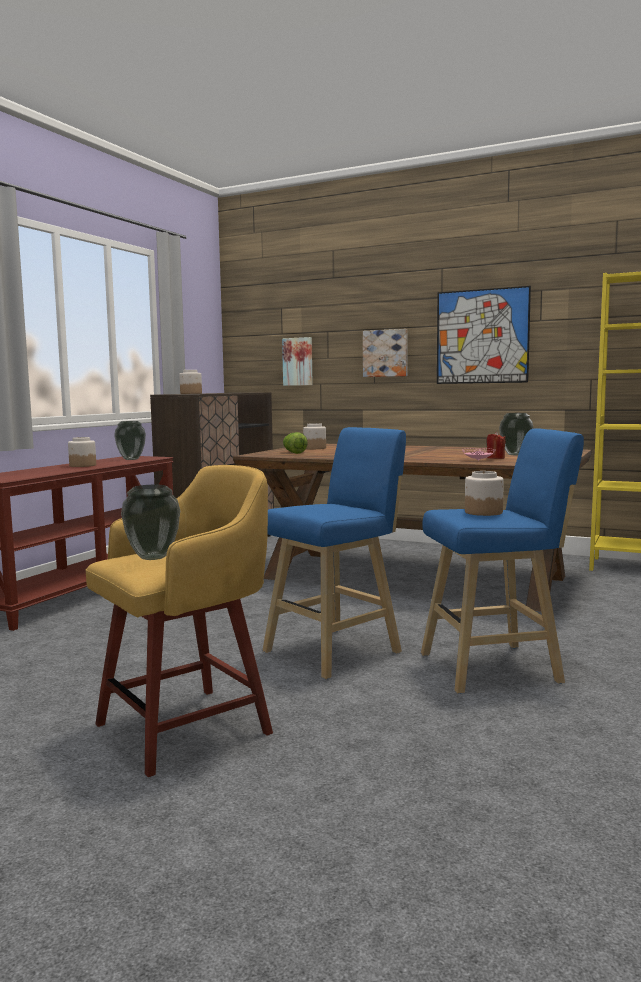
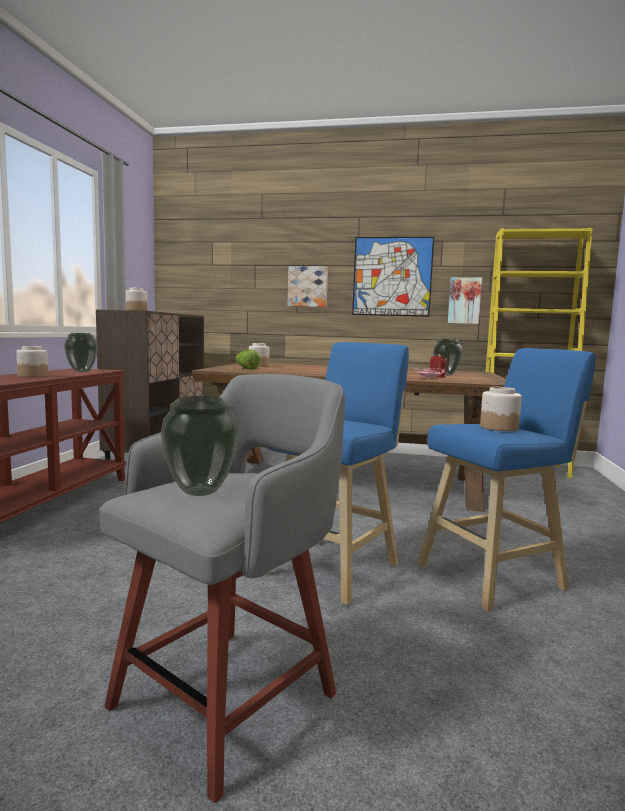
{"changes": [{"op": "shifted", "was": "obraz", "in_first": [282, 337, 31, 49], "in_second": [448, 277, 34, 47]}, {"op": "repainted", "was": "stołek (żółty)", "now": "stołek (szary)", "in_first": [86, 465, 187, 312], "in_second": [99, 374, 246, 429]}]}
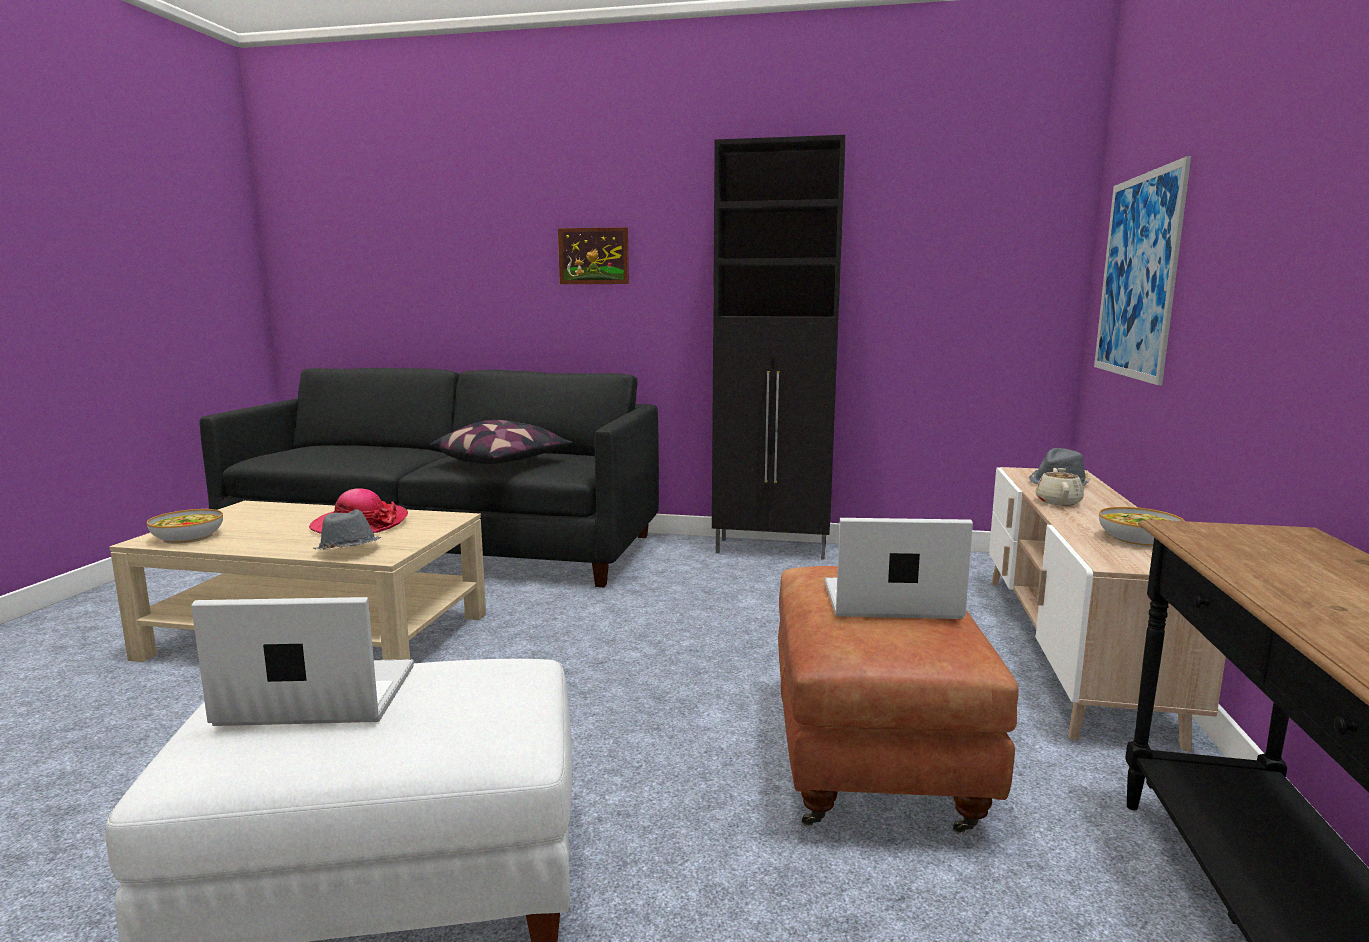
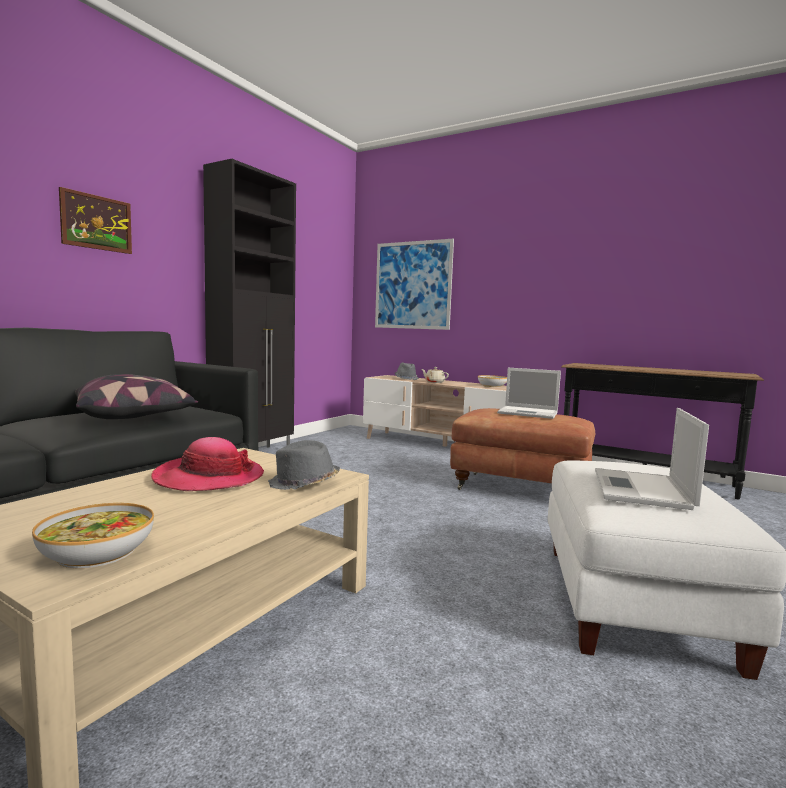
{"changes": [{"op": "rotated", "was": "laptop", "in_first": [825, 518, 148, 101], "in_second": [497, 368, 64, 51], "clockwise": -90}]}
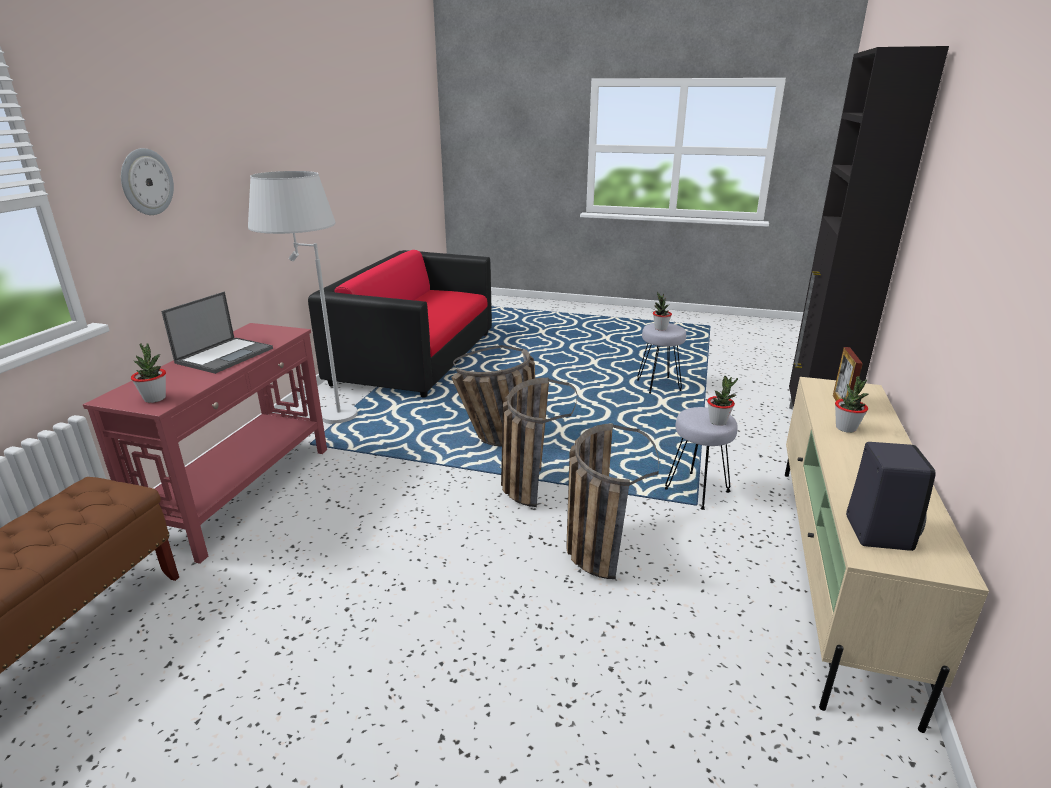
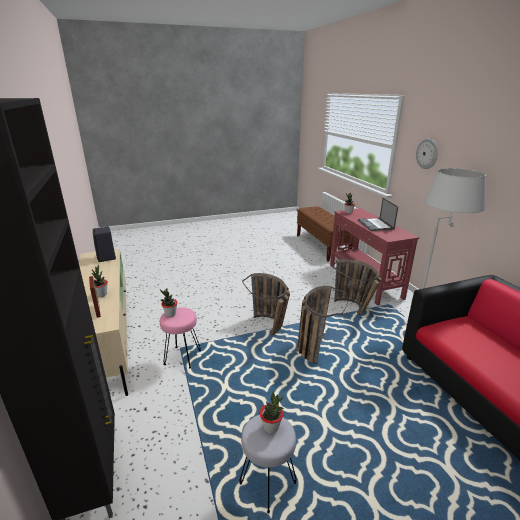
{"changes": [{"op": "shifted", "was": "koszyk", "in_first": [566, 423, 93, 156], "in_second": [332, 259, 49, 56]}, {"op": "repainted", "was": "stołek (szary)", "now": "stołek (różowy)", "in_first": [665, 407, 73, 103], "in_second": [160, 307, 41, 61]}]}
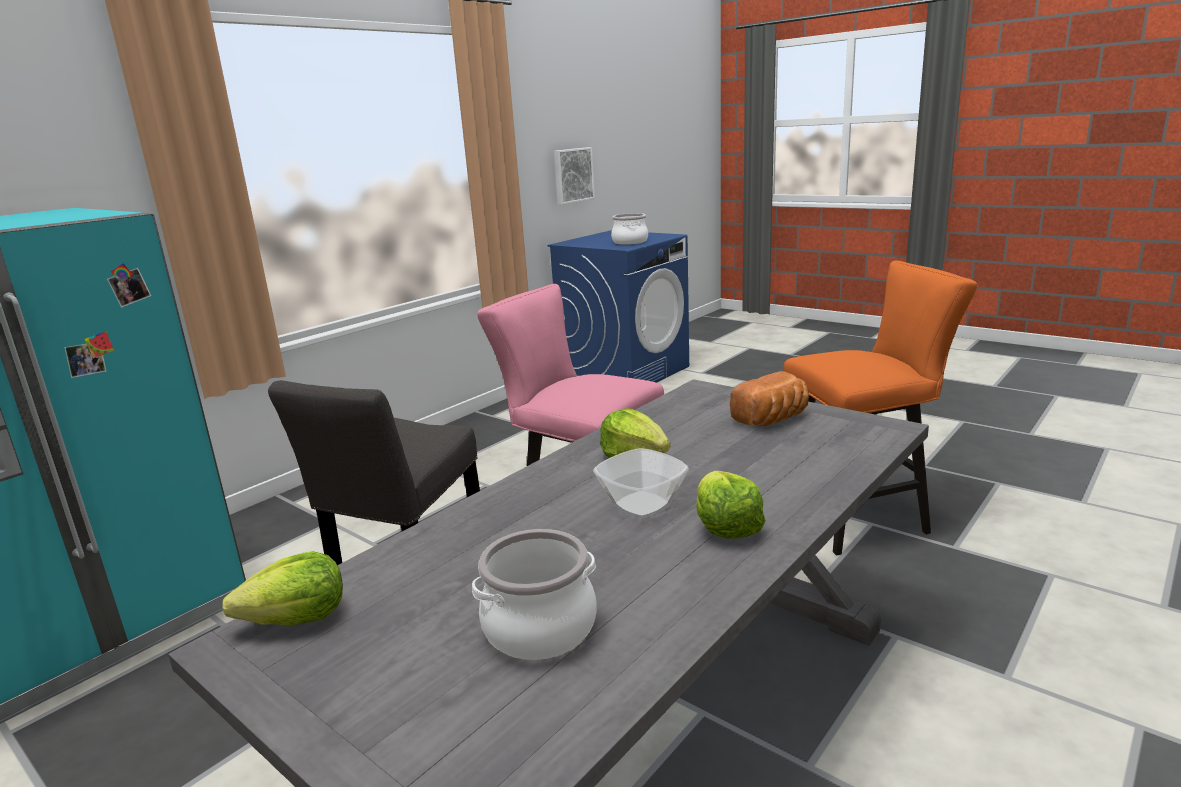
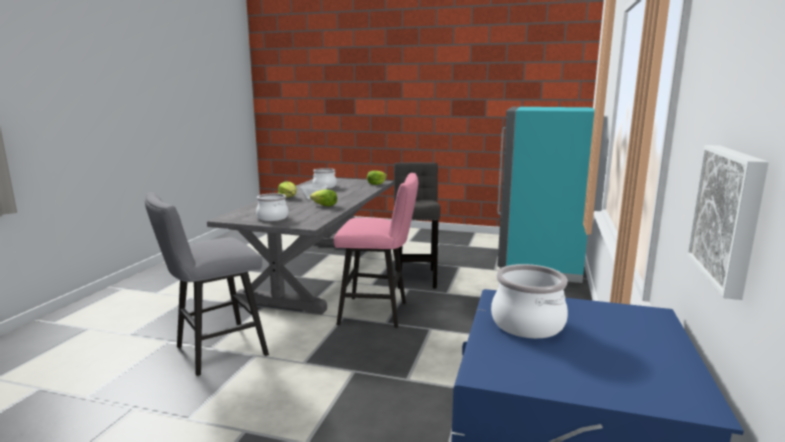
{"changes": [{"op": "swapped", "was": "chleb", "now": "garnek", "in_first": [730, 371, 79, 55], "in_second": [256, 193, 32, 28]}, {"op": "repainted", "was": "stołek (pomarańczowy)", "now": "stołek (szary)", "in_first": [783, 261, 195, 295], "in_second": [145, 192, 124, 184]}]}
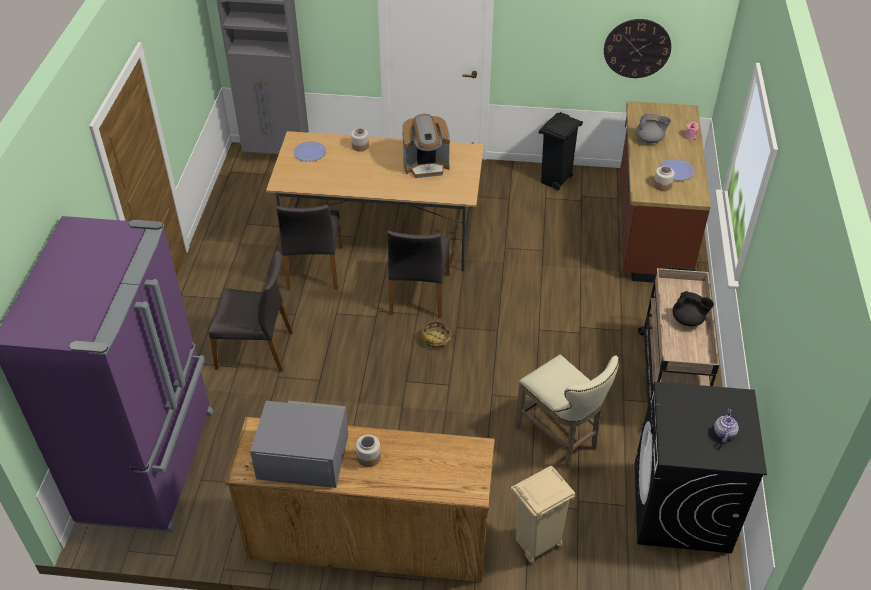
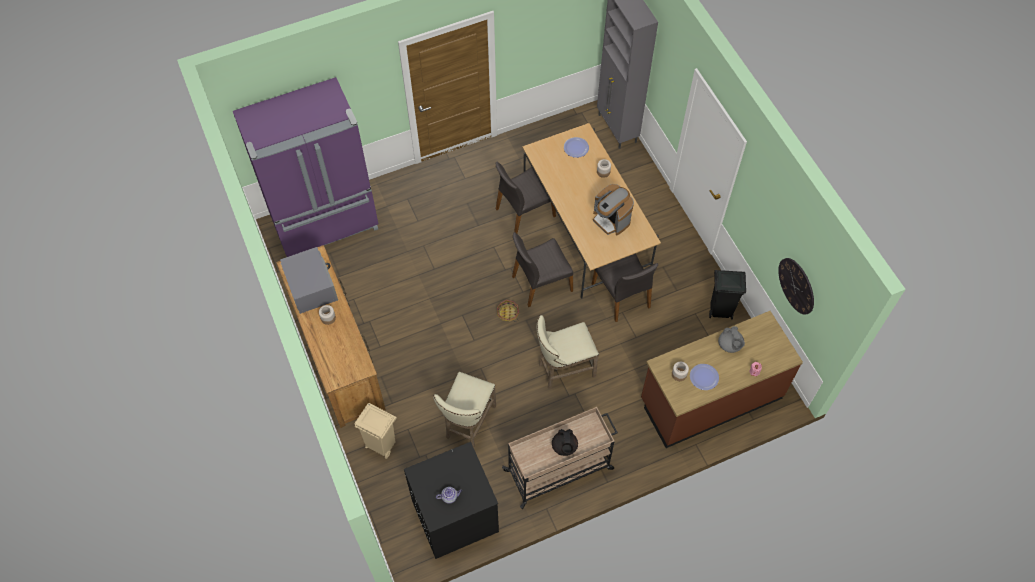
{"changes": [{"op": "new", "now": "stołek (beżowy)", "in_second": [537, 315, 62, 75]}, {"op": "shifted", "was": "krzesło (szary)", "in_first": [209, 251, 84, 121], "in_second": [591, 253, 67, 69]}]}
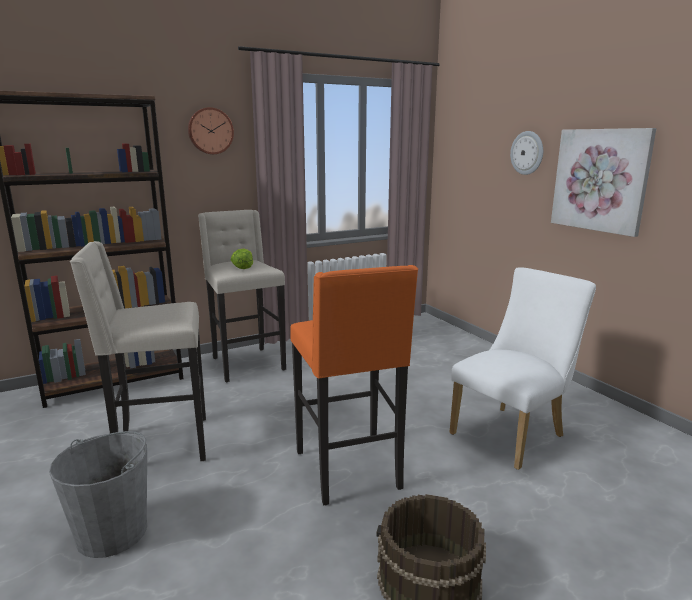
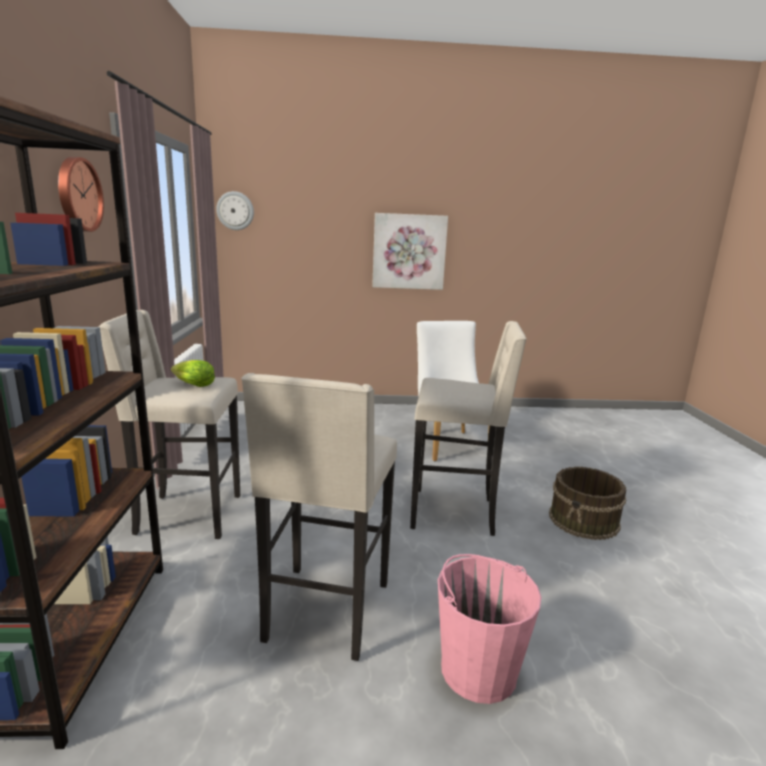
{"changes": [{"op": "shifted", "was": "zegar ścienny", "in_first": [510, 131, 33, 44], "in_second": [216, 191, 38, 39]}, {"op": "repainted", "was": "wiadro (szary)", "now": "wiadro (różowy)", "in_first": [49, 431, 98, 127], "in_second": [438, 554, 104, 150]}, {"op": "repainted", "was": "stołek (pomarańczowy)", "now": "stołek (beżowy)", "in_first": [290, 265, 128, 241], "in_second": [410, 321, 117, 215]}]}
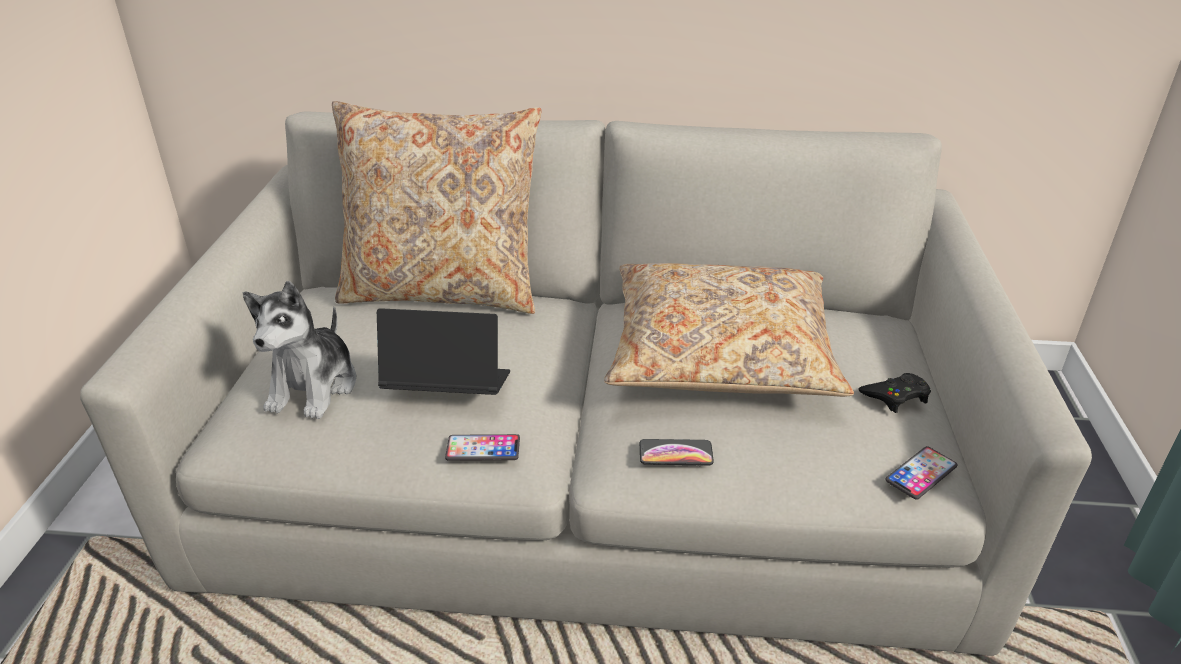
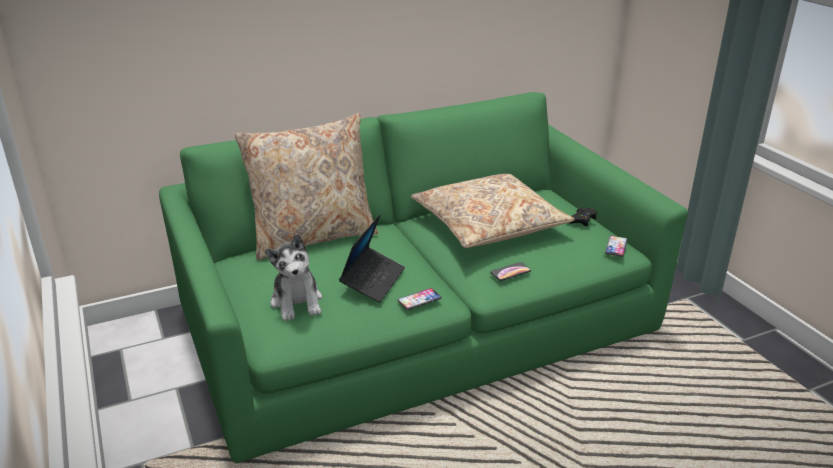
{"changes": [{"op": "repainted", "was": "kanapa (szary)", "now": "kanapa (zielony)", "in_first": [80, 112, 1012, 544], "in_second": [159, 92, 529, 371]}, {"op": "rotated", "was": "laptop", "in_first": [377, 308, 133, 87], "in_second": [339, 214, 66, 89], "clockwise": 135}]}
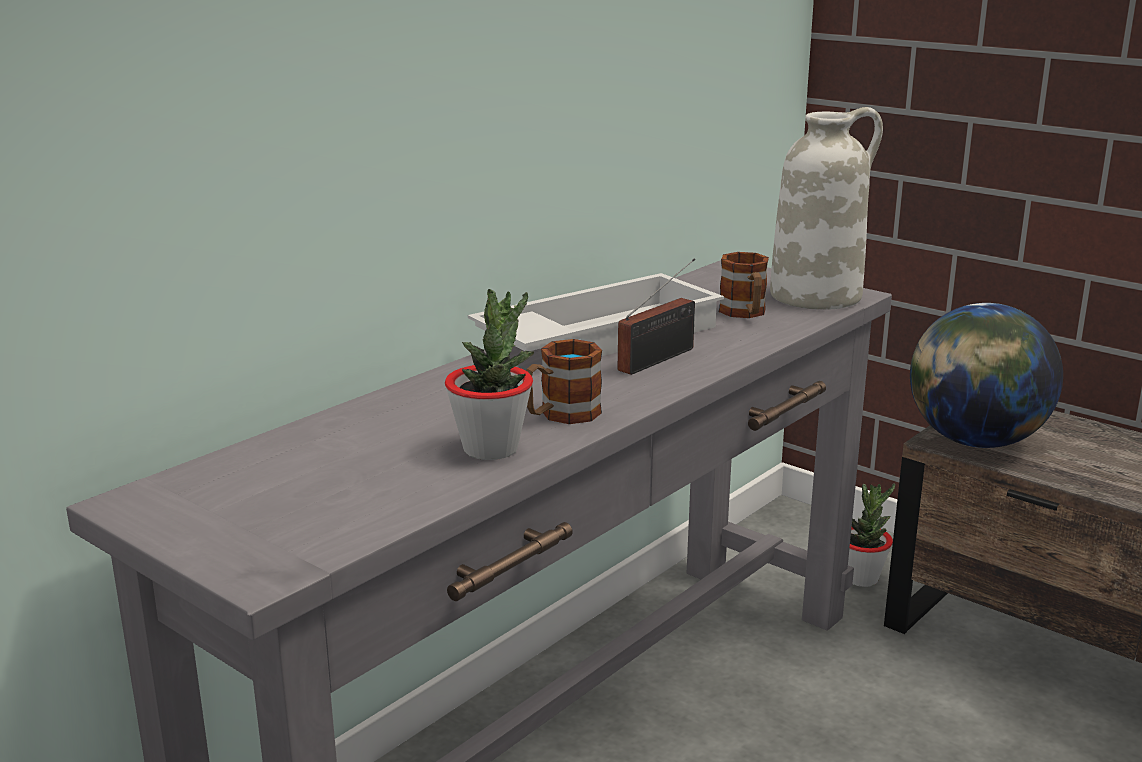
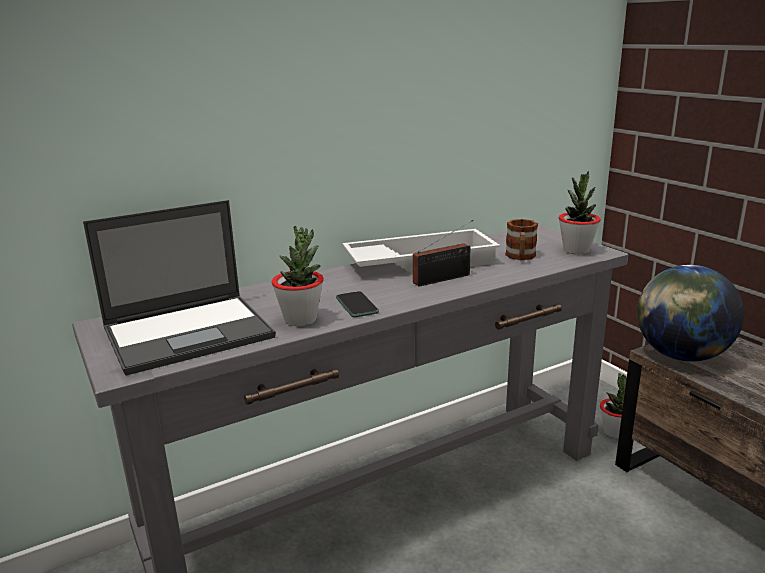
{"changes": [{"op": "new", "now": "laptop", "in_second": [83, 200, 193, 175]}, {"op": "swapped", "was": "kubek", "now": "telefon", "in_first": [526, 339, 76, 85], "in_second": [336, 291, 43, 26]}, {"op": "swapped", "was": "wazon (biały)", "now": "roślina doniczkowa", "in_first": [770, 107, 113, 203], "in_second": [559, 171, 42, 84]}]}
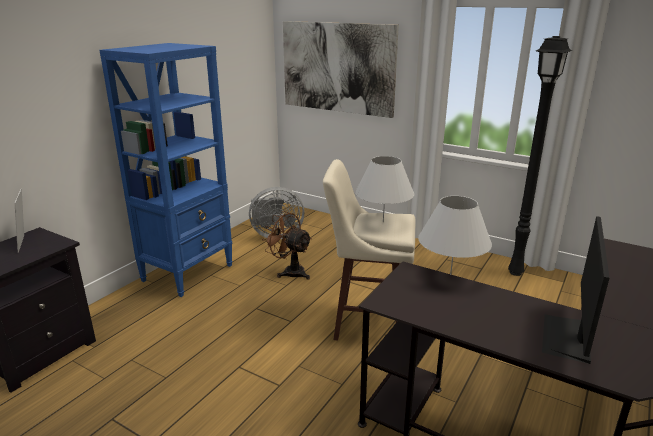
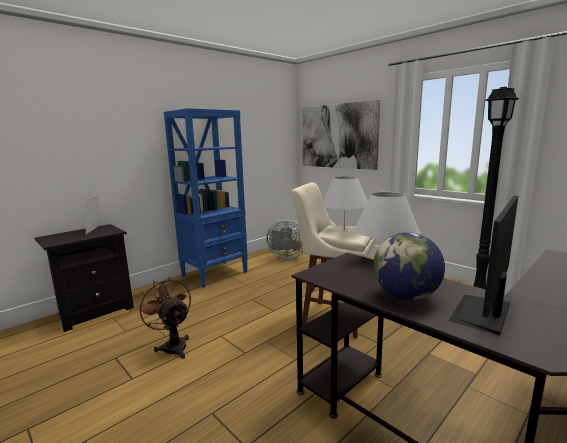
{"changes": [{"op": "new", "now": "globus", "in_second": [374, 232, 71, 68]}, {"op": "shifted", "was": "wentylator (brązowy)", "in_first": [262, 211, 50, 69], "in_second": [137, 278, 54, 81]}]}
